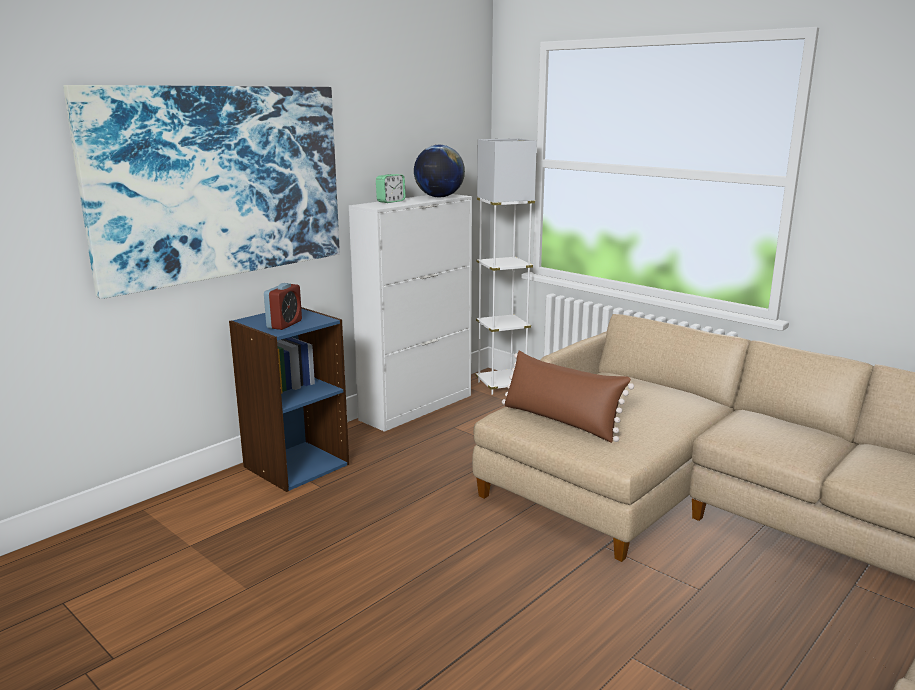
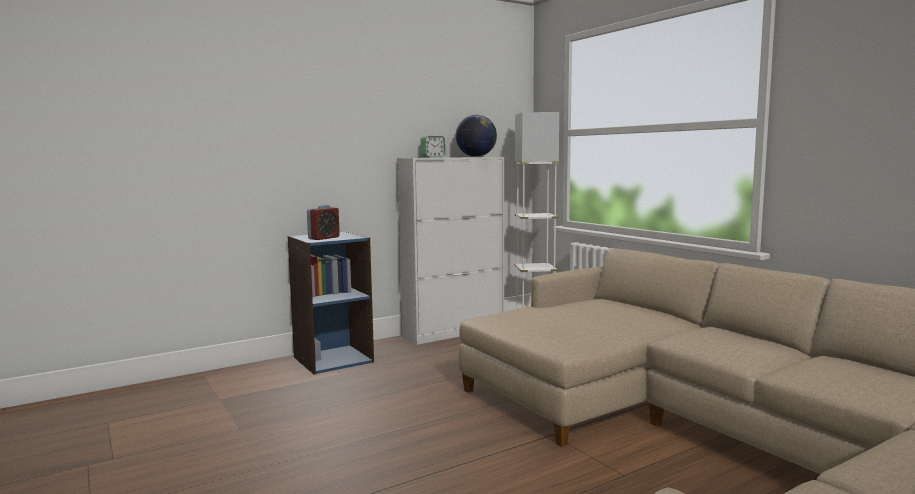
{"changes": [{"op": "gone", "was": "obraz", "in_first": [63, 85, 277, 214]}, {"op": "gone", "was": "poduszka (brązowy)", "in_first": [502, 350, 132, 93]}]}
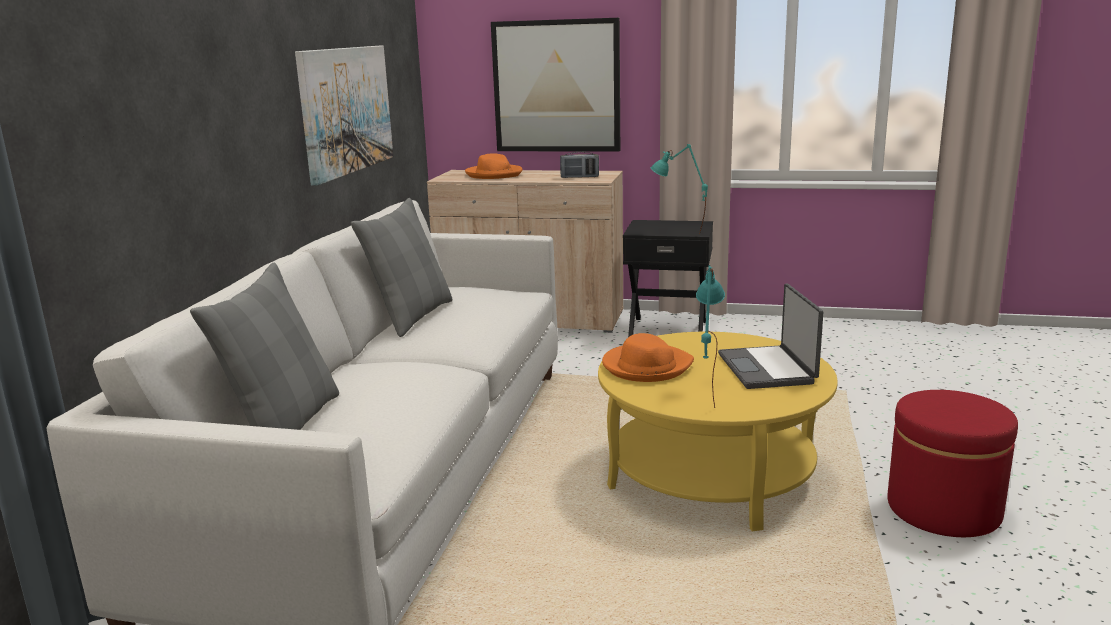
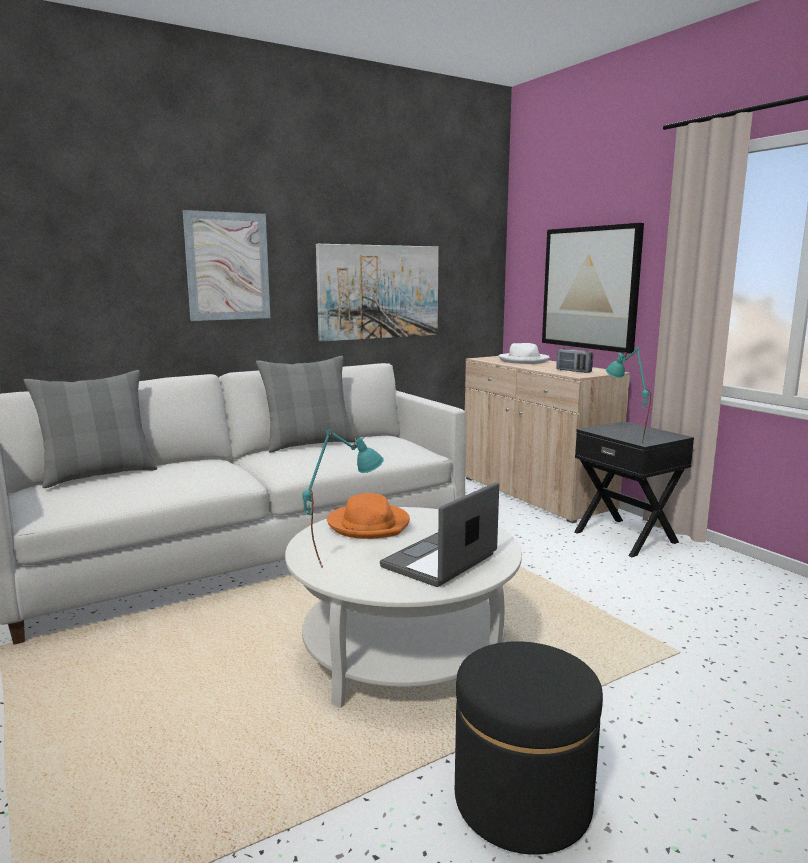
{"changes": [{"op": "new", "now": "obraz", "in_second": [183, 210, 87, 111]}, {"op": "repainted", "was": "kapelusz (pomarańczowy)", "now": "kapelusz (biały)", "in_first": [465, 153, 58, 26], "in_second": [498, 343, 52, 21]}, {"op": "repainted", "was": "ława (żółty)", "now": "ława (biały)", "in_first": [598, 332, 240, 199], "in_second": [285, 507, 237, 201]}, {"op": "repainted", "was": "pufa (czerwony)", "now": "pufa (czarny)", "in_first": [887, 390, 131, 147], "in_second": [455, 641, 148, 214]}]}
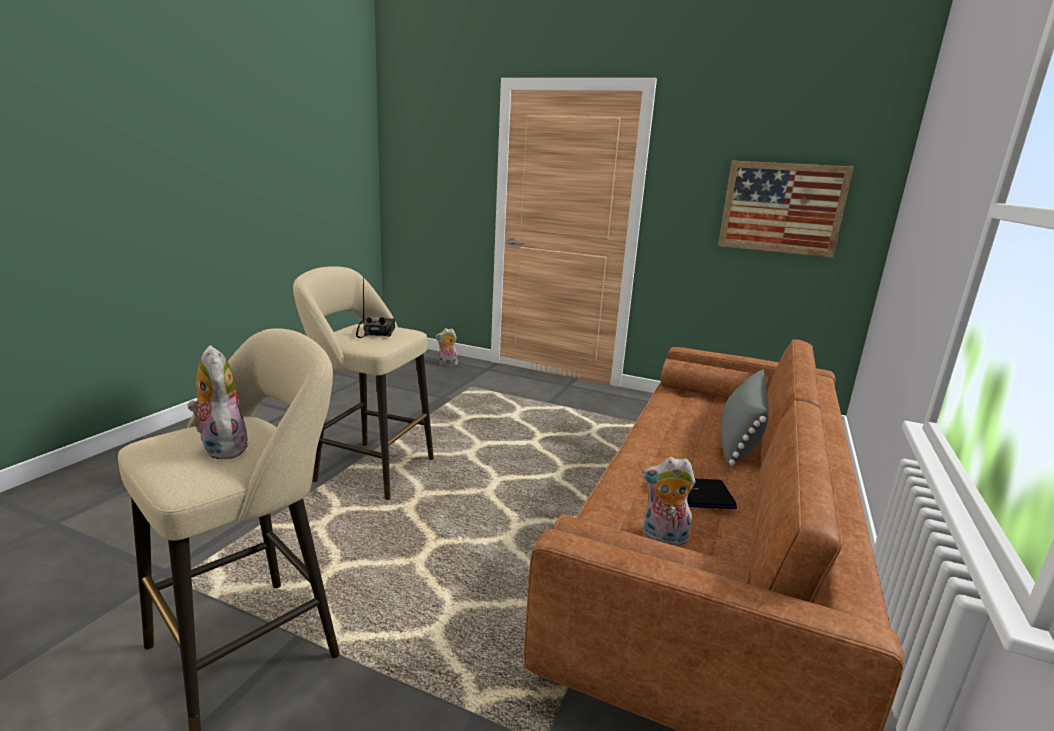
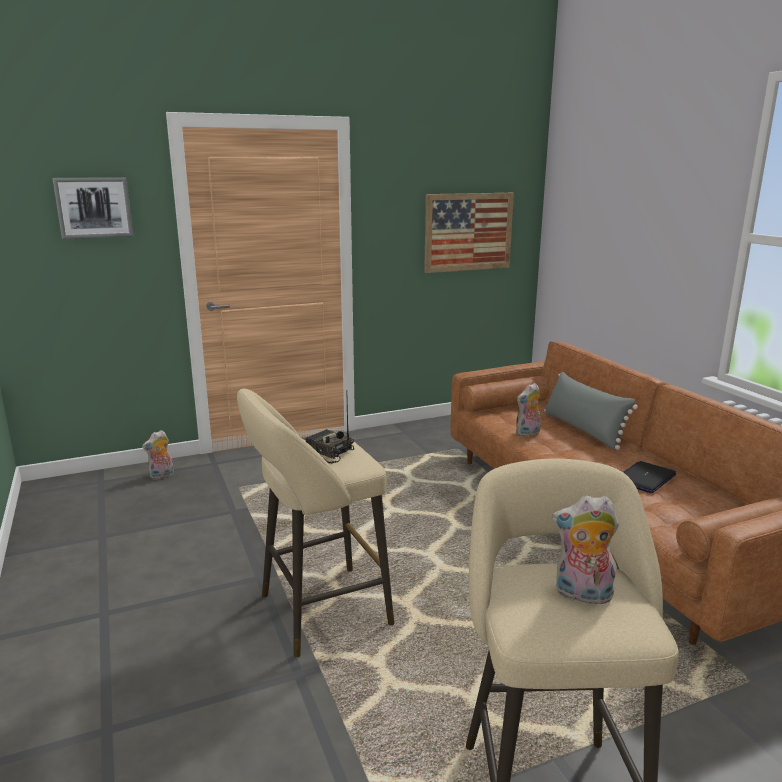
{"changes": [{"op": "new", "now": "obraz", "in_second": [53, 177, 81, 62]}, {"op": "shifted", "was": "pluszak", "in_first": [642, 457, 54, 88], "in_second": [516, 383, 25, 54]}]}
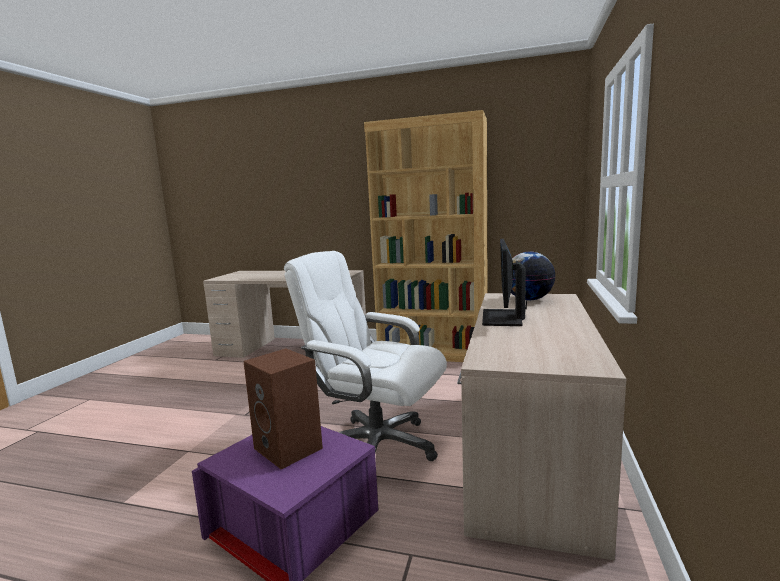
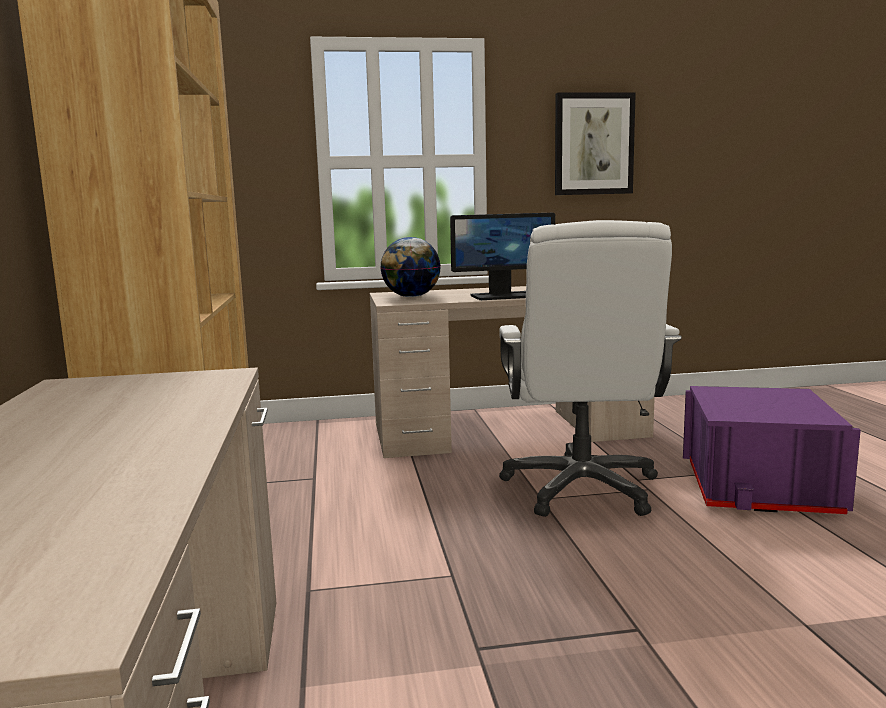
{"changes": [{"op": "gone", "was": "głośnik (brązowy)", "in_first": [243, 348, 80, 121]}, {"op": "new", "now": "obraz", "in_second": [555, 92, 81, 103]}]}
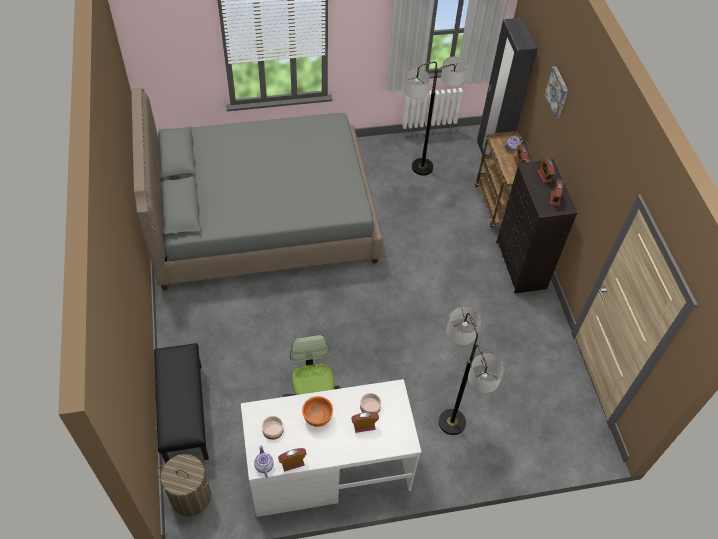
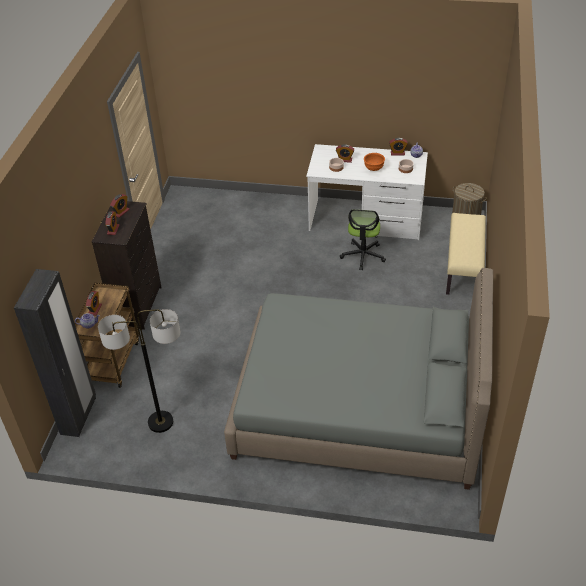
{"changes": [{"op": "gone", "was": "lampa stojąca", "in_first": [439, 307, 65, 128]}, {"op": "gone", "was": "obraz", "in_first": [544, 66, 24, 52]}, {"op": "repainted", "was": "ławka (czarny)", "now": "ławka (beżowy)", "in_first": [154, 343, 55, 121], "in_second": [446, 213, 40, 82]}]}
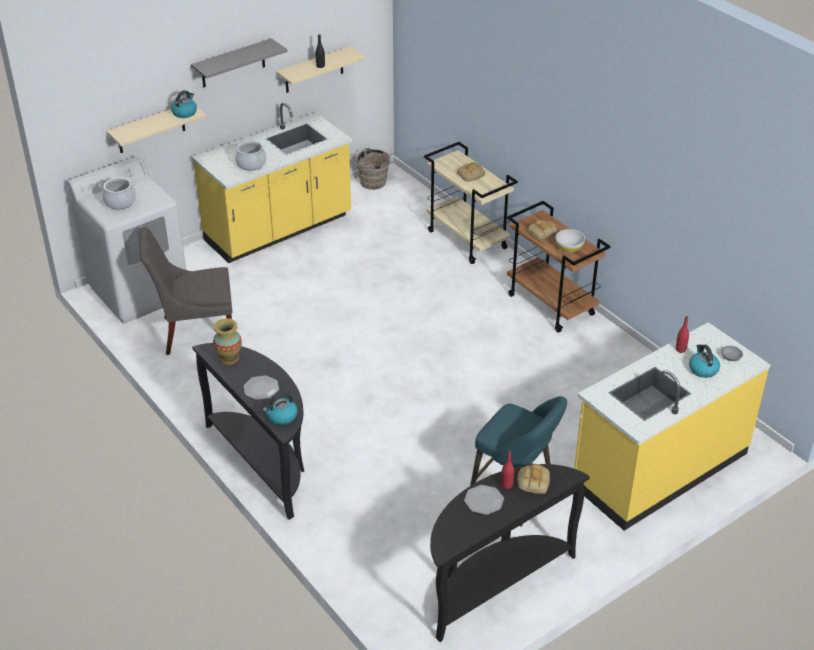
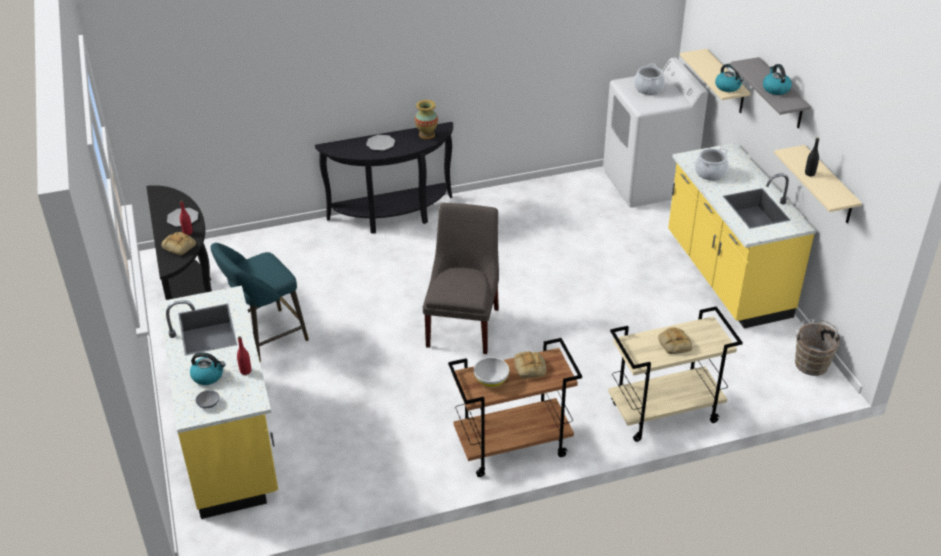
{"changes": [{"op": "shifted", "was": "krzesło (szary)", "in_first": [139, 227, 94, 128], "in_second": [423, 203, 76, 151]}, {"op": "shifted", "was": "czajnik", "in_first": [263, 393, 34, 32], "in_second": [763, 64, 29, 31]}]}
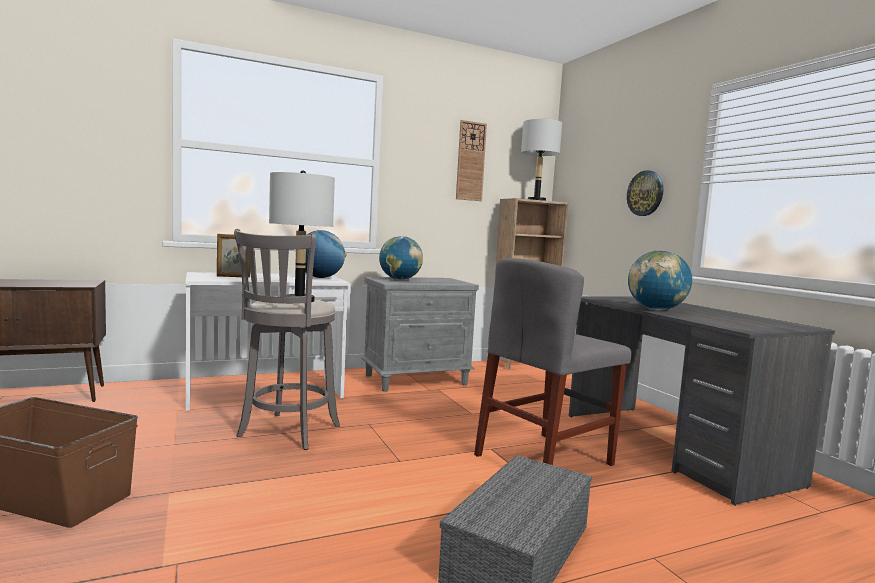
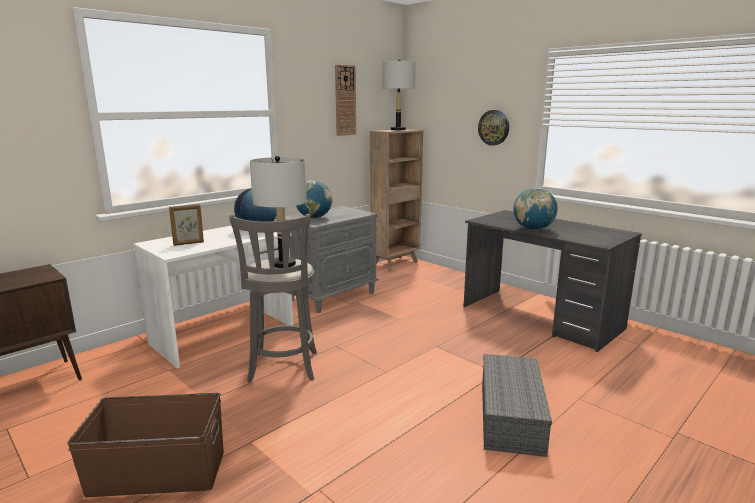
{"changes": [{"op": "gone", "was": "krzesło (szary)", "in_first": [474, 258, 157, 208]}]}
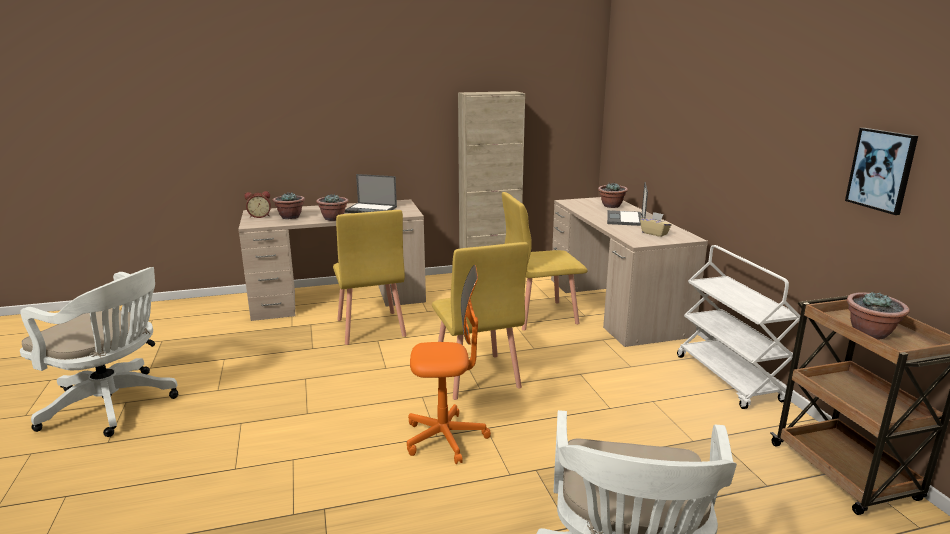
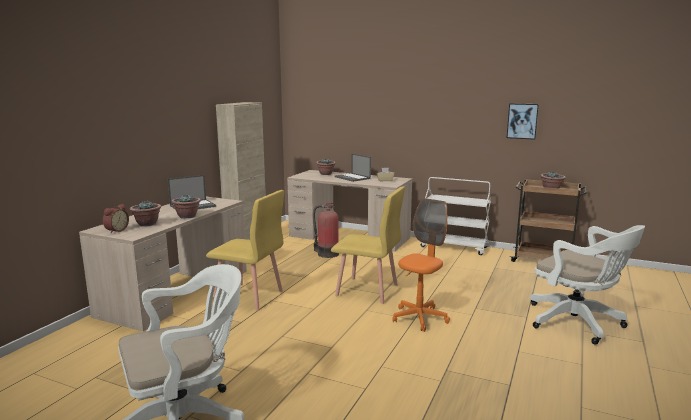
{"changes": [{"op": "swapped", "was": "krzesło (żółty)", "now": "gaśnica", "in_first": [502, 192, 86, 139], "in_second": [313, 203, 26, 55]}]}
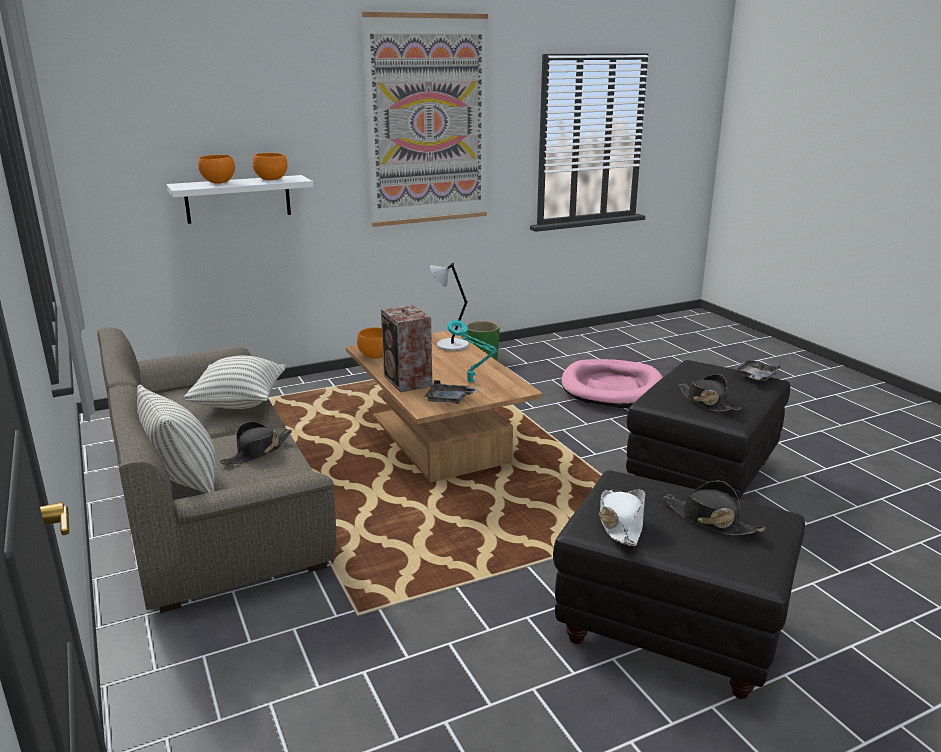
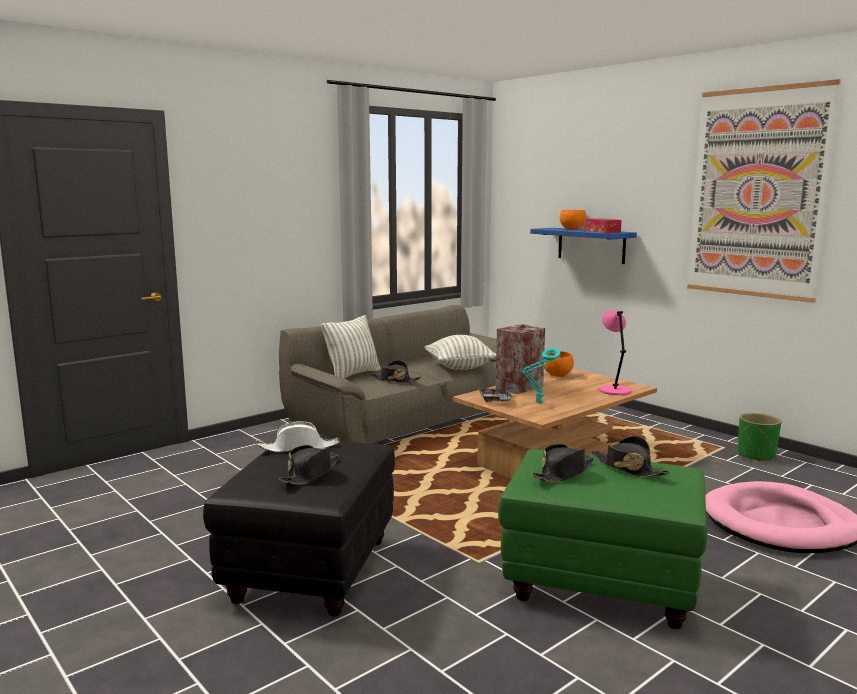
{"changes": [{"op": "gone", "was": "taca (szary)", "in_first": [733, 359, 47, 22]}, {"op": "new", "now": "kapelusz (czarny)", "in_second": [591, 436, 79, 41]}, {"op": "swapped", "was": "miska (pomarańczowy)", "now": "pudełko chusteczek", "in_first": [253, 153, 34, 27], "in_second": [585, 218, 37, 15]}, {"op": "repainted", "was": "półka (biały)", "now": "półka (niebieski)", "in_first": [166, 175, 147, 49], "in_second": [530, 228, 107, 36]}, {"op": "repainted", "was": "lampa stołowa (szary)", "now": "lampa stołowa (różowy)", "in_first": [430, 263, 39, 88], "in_second": [600, 310, 31, 85]}, {"op": "repainted", "was": "pufa (czarny)", "now": "pufa (zielony)", "in_first": [626, 360, 164, 140], "in_second": [498, 449, 210, 180]}]}
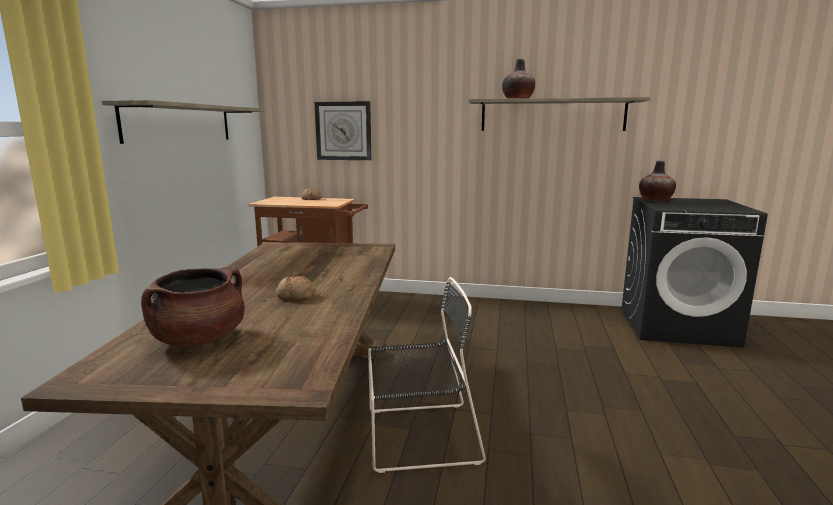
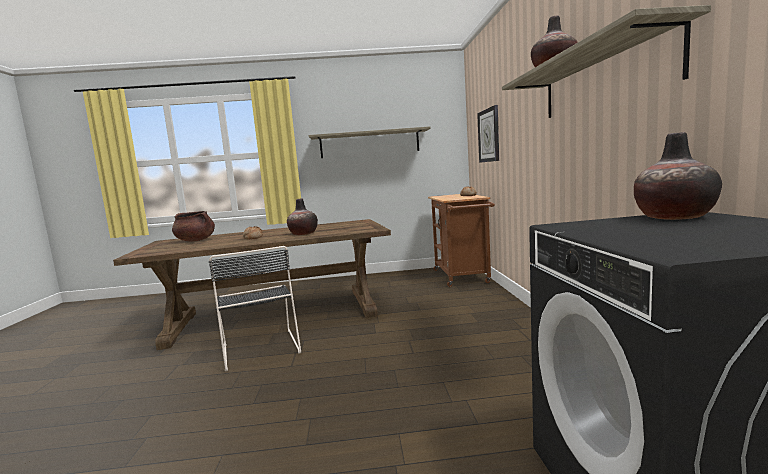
{"changes": [{"op": "new", "now": "wazon", "in_second": [287, 199, 31, 36]}]}
